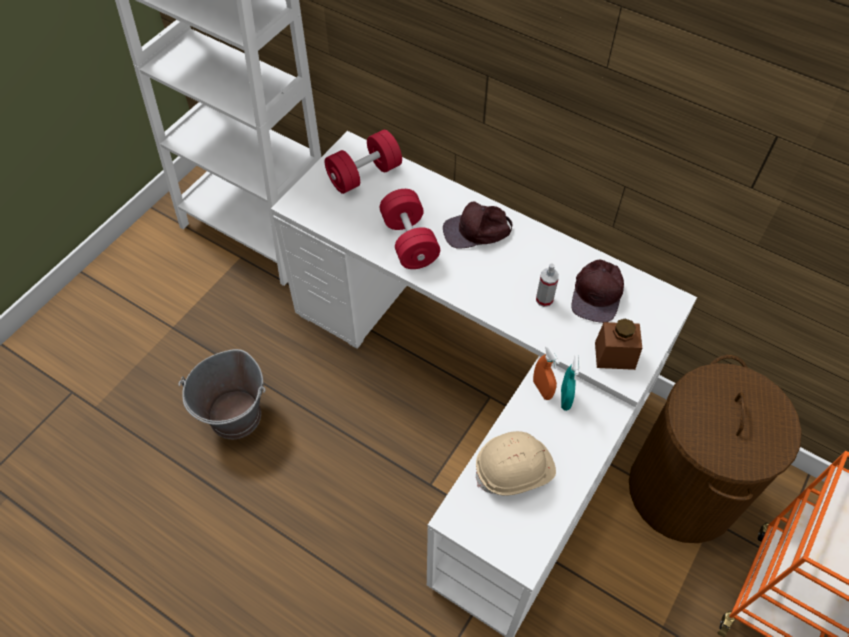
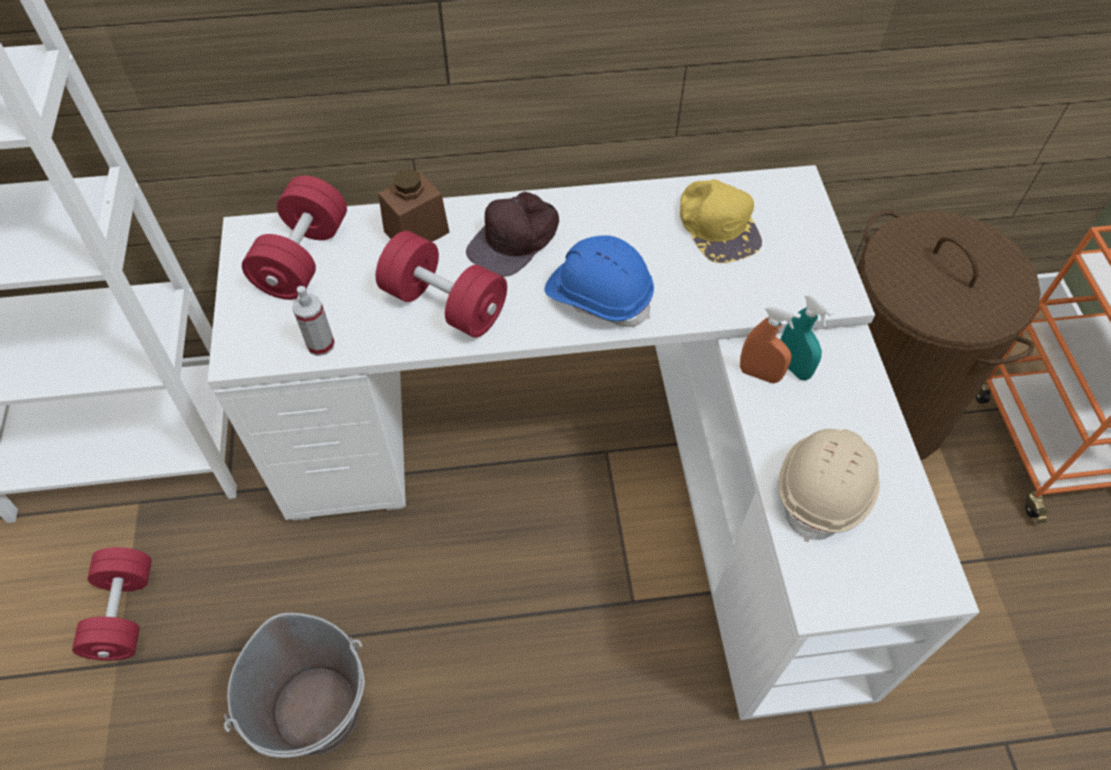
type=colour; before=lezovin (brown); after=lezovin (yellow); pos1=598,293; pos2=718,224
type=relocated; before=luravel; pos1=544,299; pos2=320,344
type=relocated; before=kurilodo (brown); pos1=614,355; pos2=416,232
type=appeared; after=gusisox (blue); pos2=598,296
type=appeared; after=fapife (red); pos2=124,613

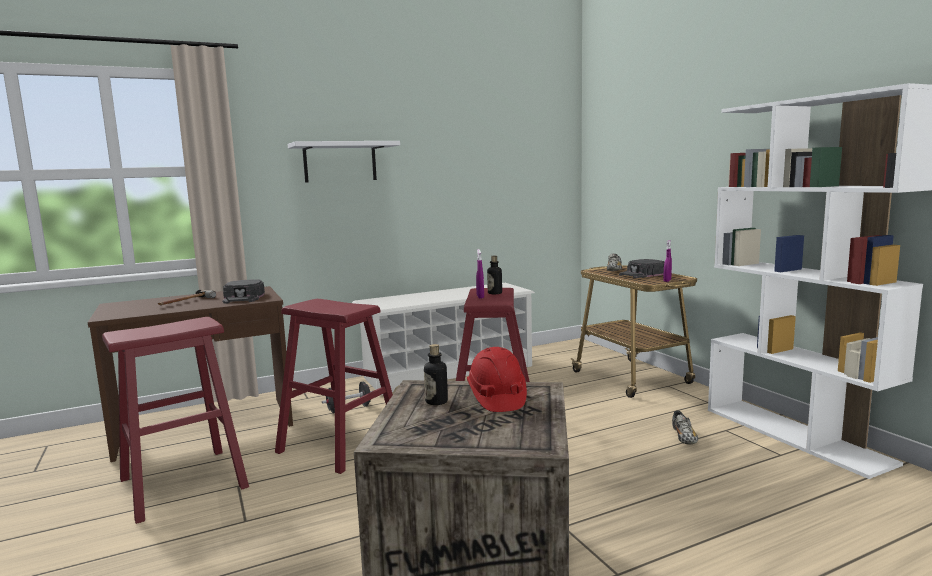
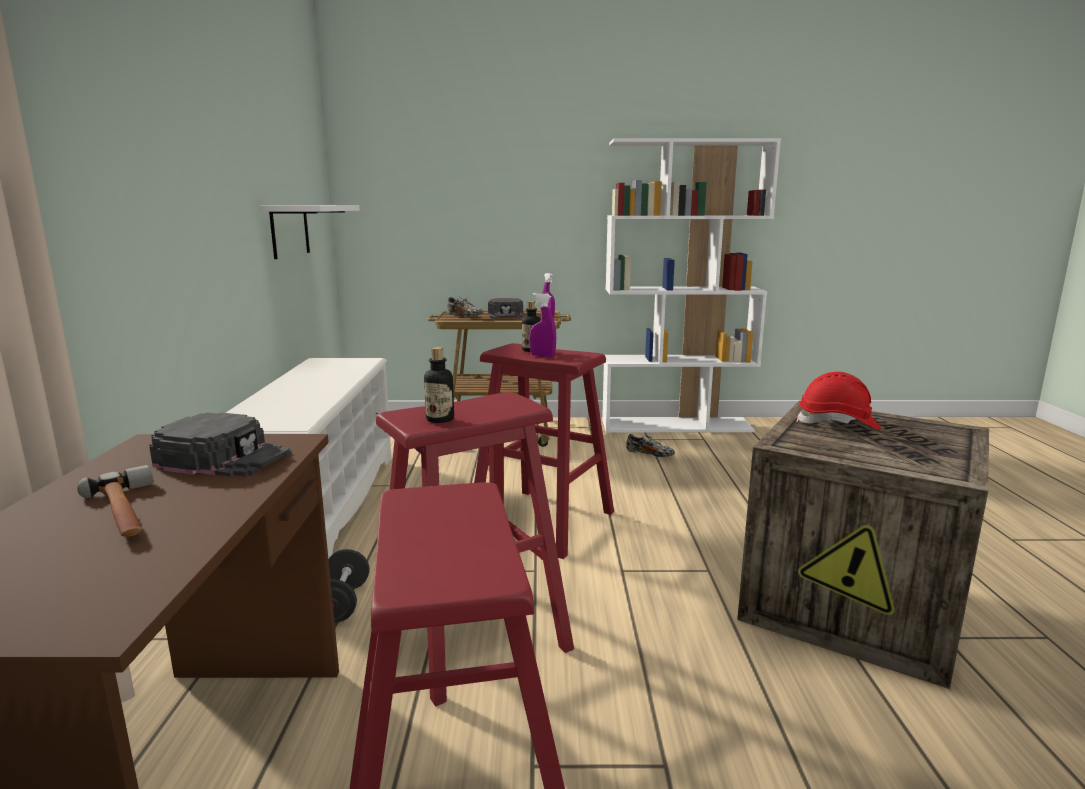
type=relocated; before=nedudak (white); pos1=340,162; pos2=290,230
type=relocated; before=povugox; pos1=436,401; pos2=440,419

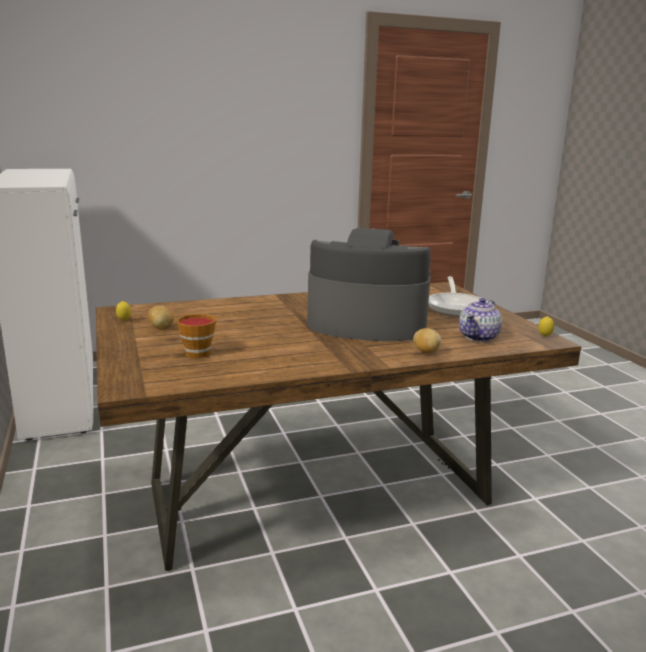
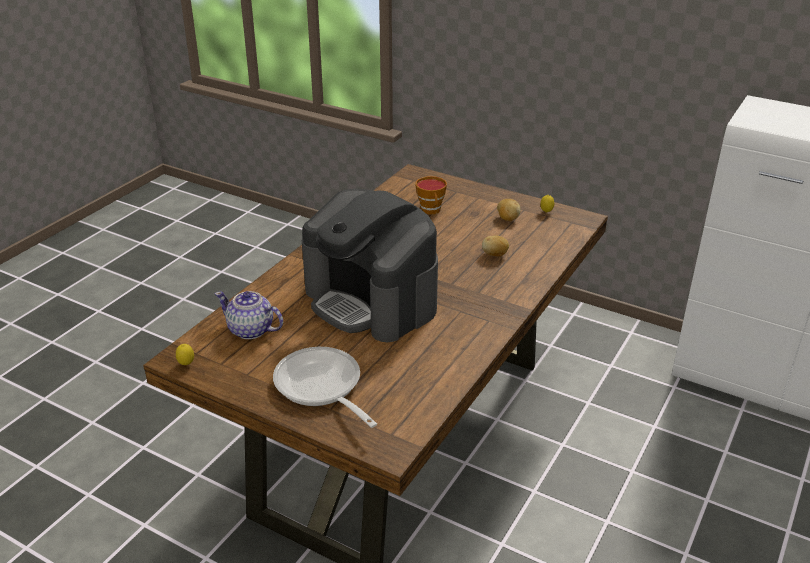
type=spun; before=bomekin; pos1=366,324; pos2=371,301; turn=75
type=spun; before=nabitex; pos1=479,337; pos2=251,330; turn=-60
type=relocated; before=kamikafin; pos1=425,352; pos2=494,255

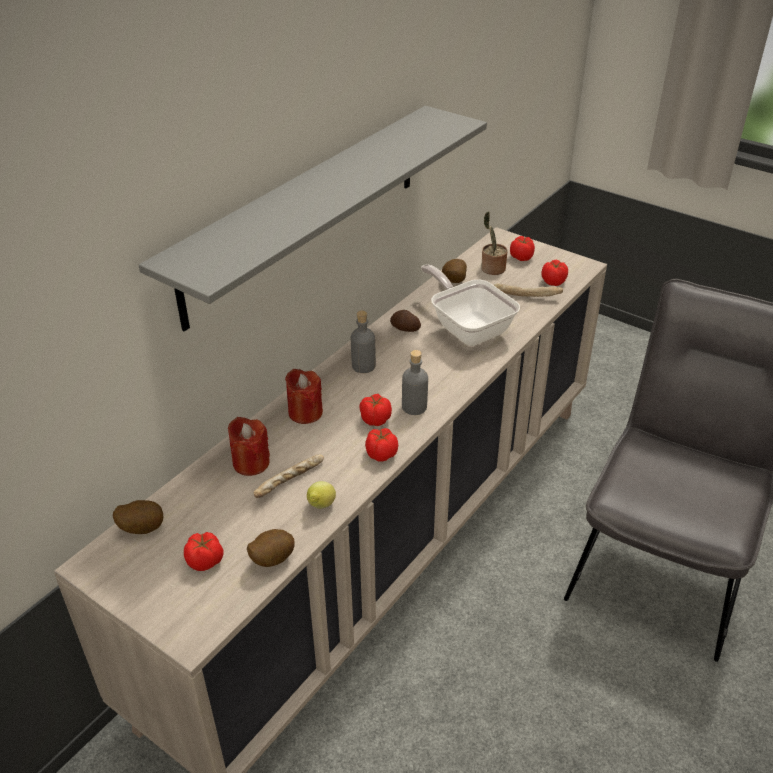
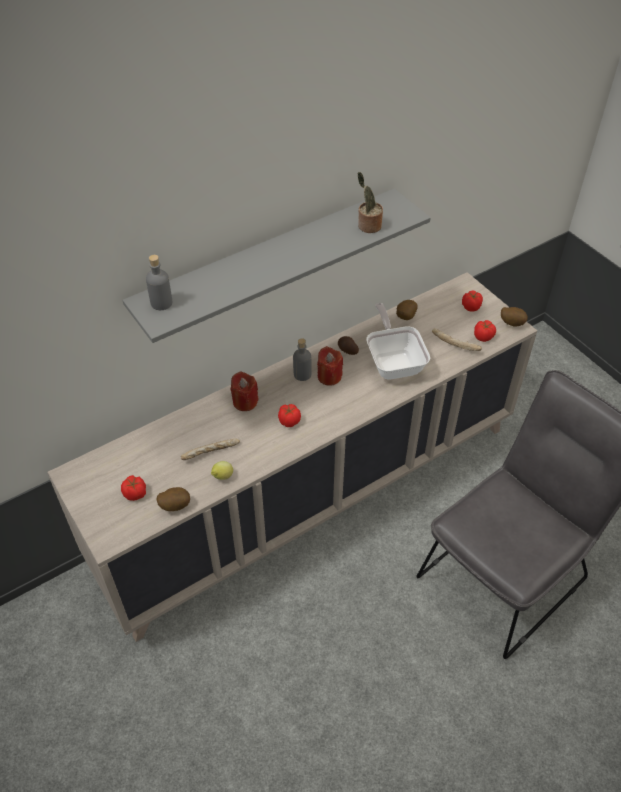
type=relocated; before=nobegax; pos1=491,269; pos2=367,226
type=relocated; before=povugox (grey); pos1=414,407; pos2=161,303
type=relocated; before=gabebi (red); pos1=251,463; pos2=329,376
type=missing; before=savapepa; pos1=381,454
type=relocated; before=kamikafin; pos1=142,528; pos2=511,323

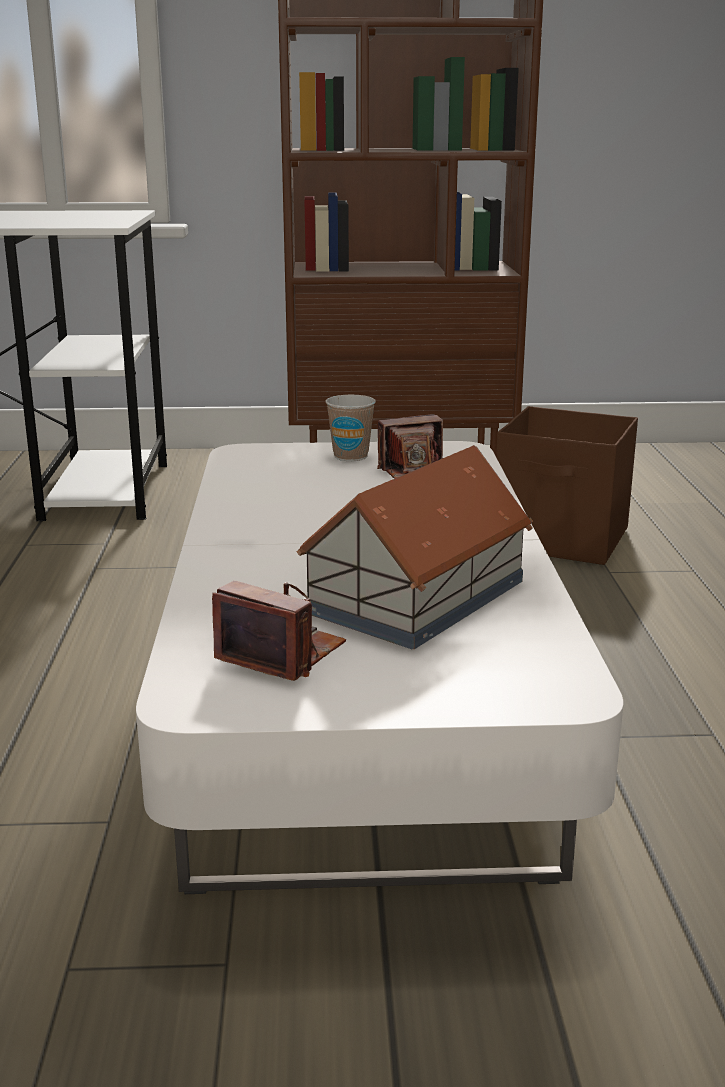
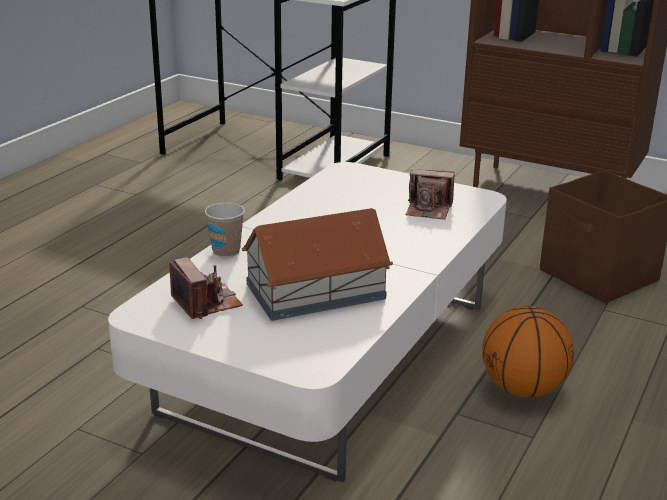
type=relocated; before=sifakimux; pos1=350,456; pos2=226,251
type=appeared; after=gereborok; pos2=523,389

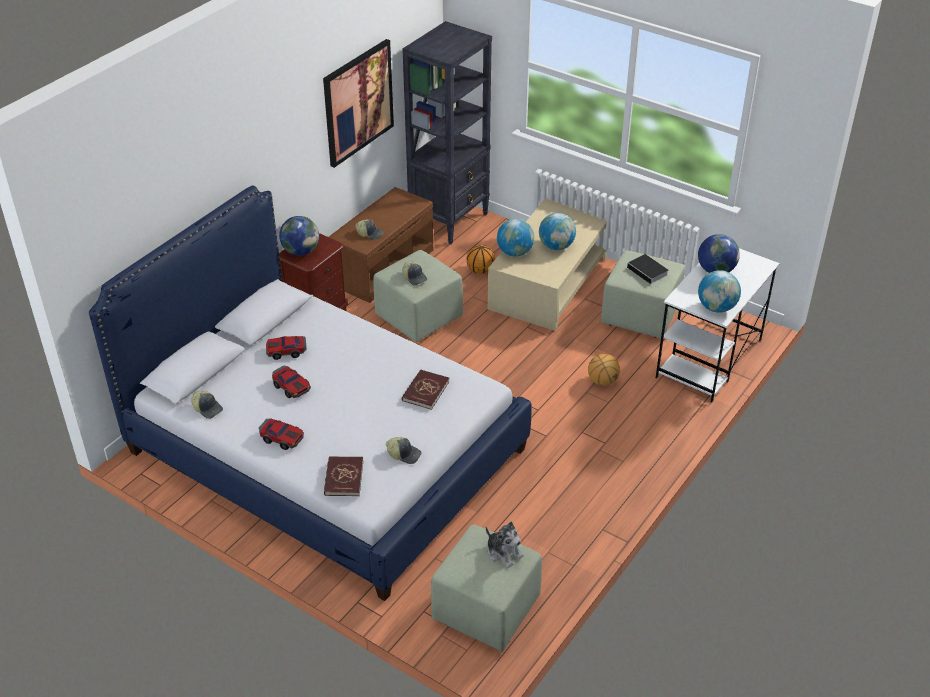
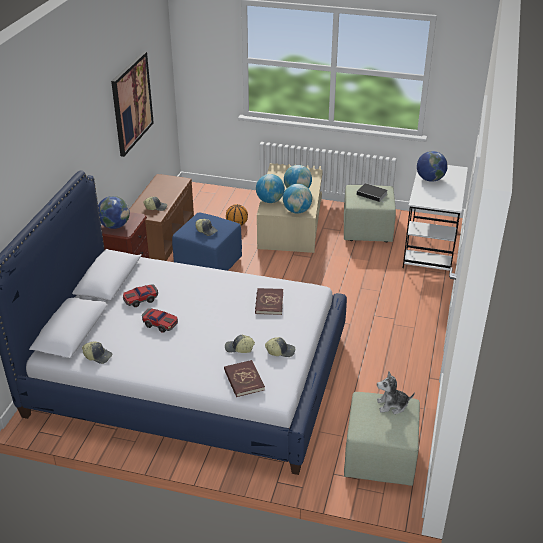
type=missing; before=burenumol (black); pos1=450,220
type=colour; before=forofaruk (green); after=forofaruk (blue); pos1=419,316; pos2=208,264
type=relocated; before=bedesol; pos1=716,308; pos2=297,211
type=missing; before=gereborok; pos1=602,381
type=missing; before=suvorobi; pos1=282,438
type=spun; before=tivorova; pos1=503,552; pos2=392,405; turn=150
type=appeared; after=lezovin; pos2=239,348

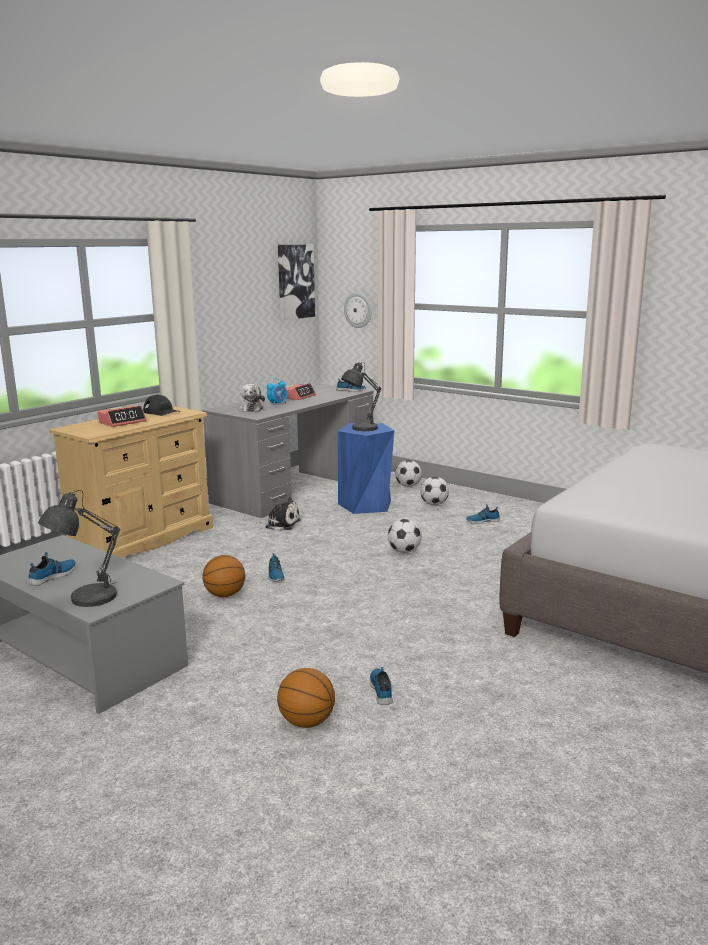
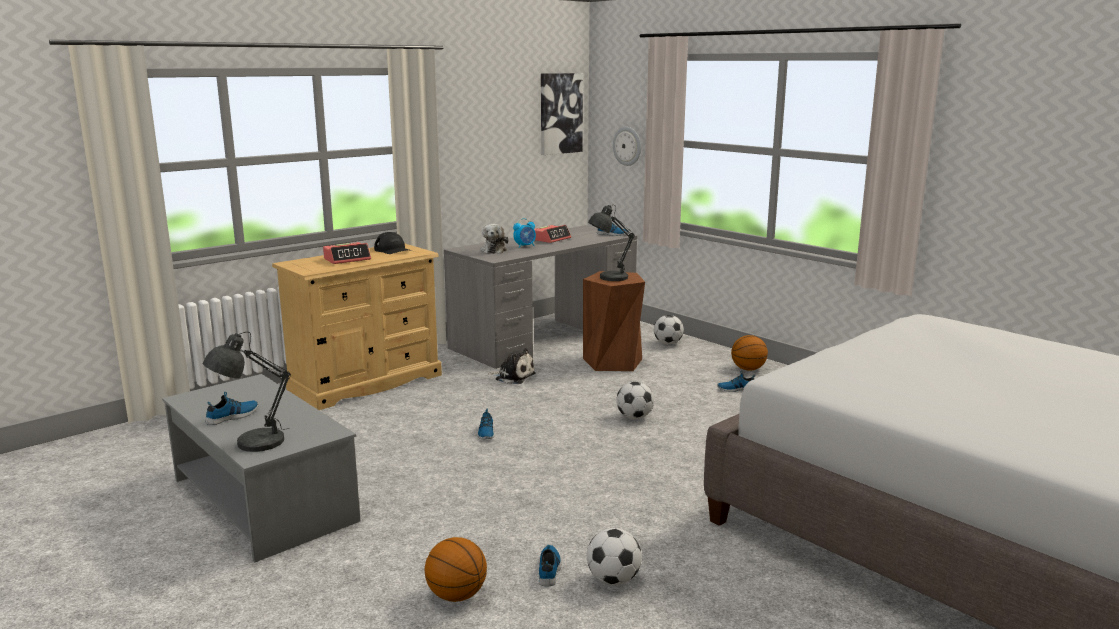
type=colour; before=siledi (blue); after=siledi (brown); pos1=366,505; pos2=613,362
type=relocated; before=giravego; pos1=434,504; pos2=613,580
type=relocated; before=gereborok; pos1=225,595; pos2=748,369

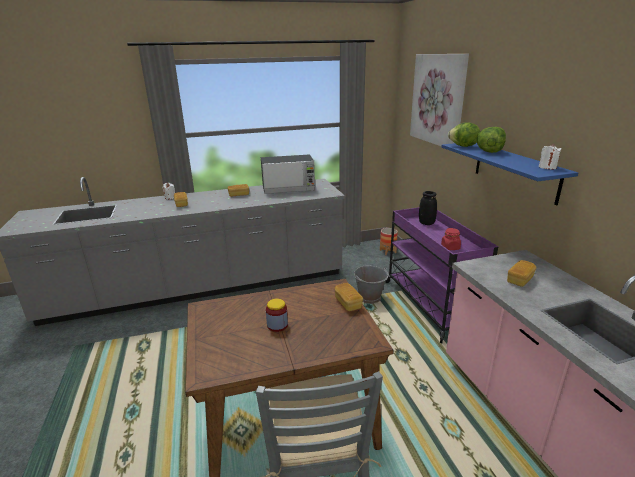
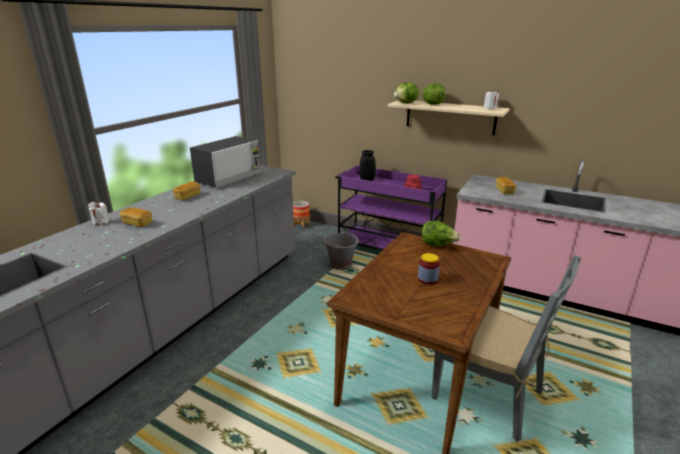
type=missing; before=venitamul; pos1=437,99
type=colour; before=nedudak (blue); after=nedudak (beige); pos1=515,171; pos2=450,117
type=exchanged; before=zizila; after=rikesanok; pos1=348,303; pos2=437,245

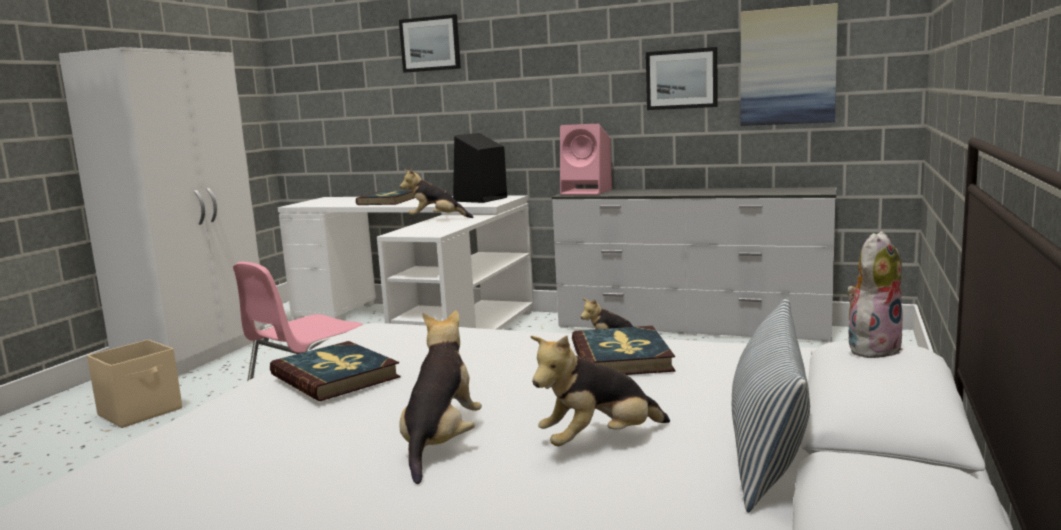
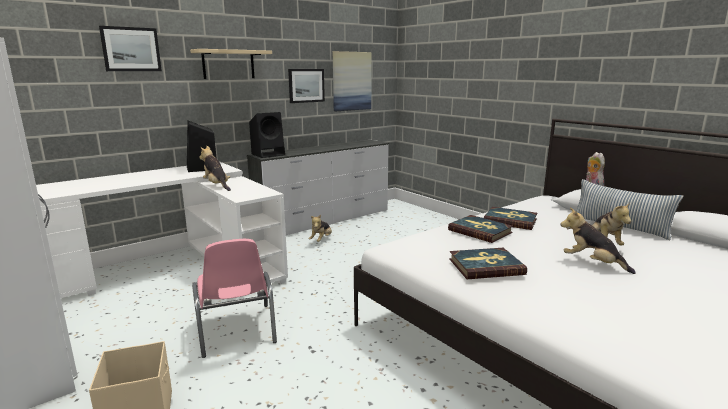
type=colour; before=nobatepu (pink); after=nobatepu (black); pos1=588,192; pos2=269,154
type=spun; before=tivorova; pos1=436,219; pos2=217,185; turn=105
type=relocated; before=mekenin; pos1=387,201; pos2=480,231
type=appeared; after=nedudak (beige); pos2=228,64

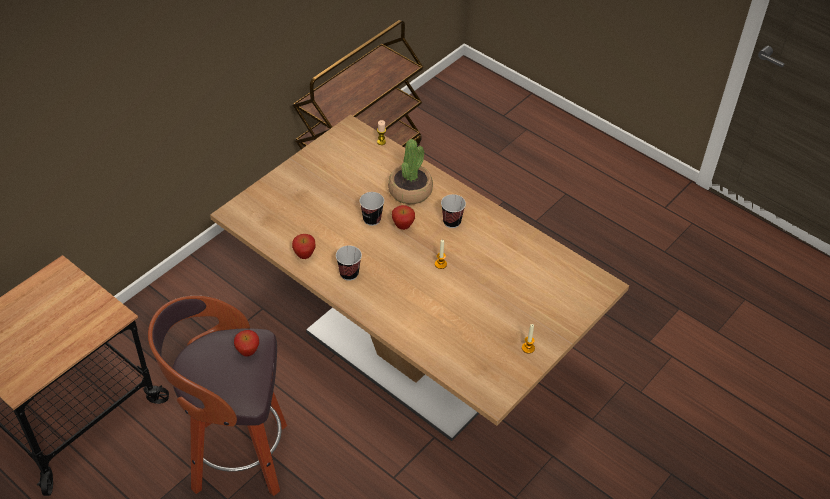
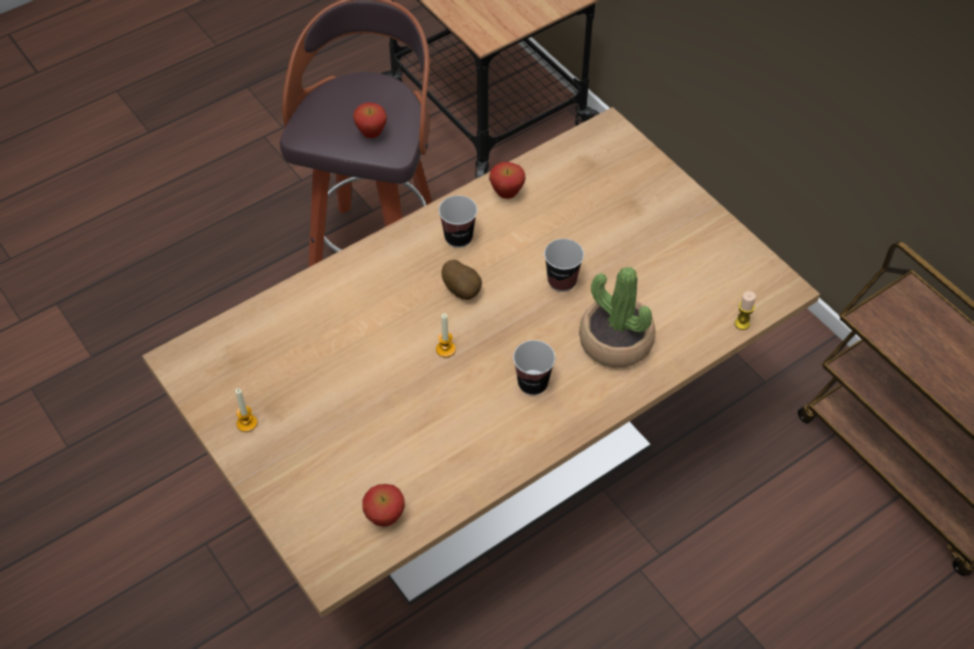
type=relocated; before=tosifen; pos1=403,226; pos2=385,518
type=appeared; after=kamikafin; pos2=463,290

